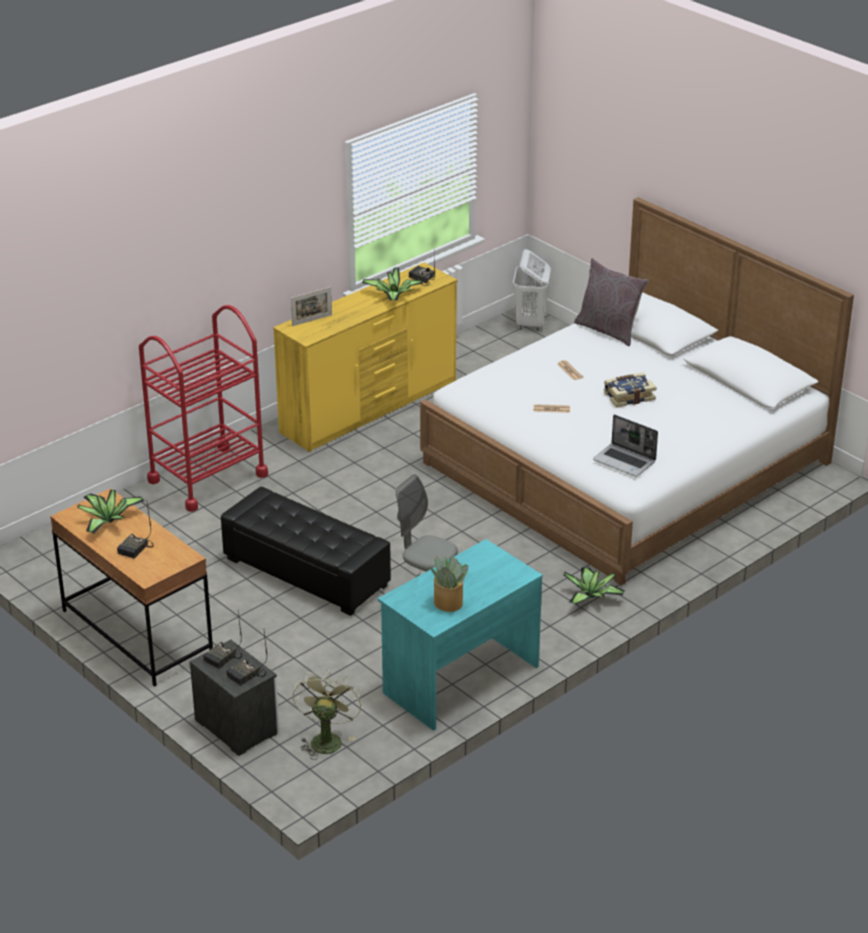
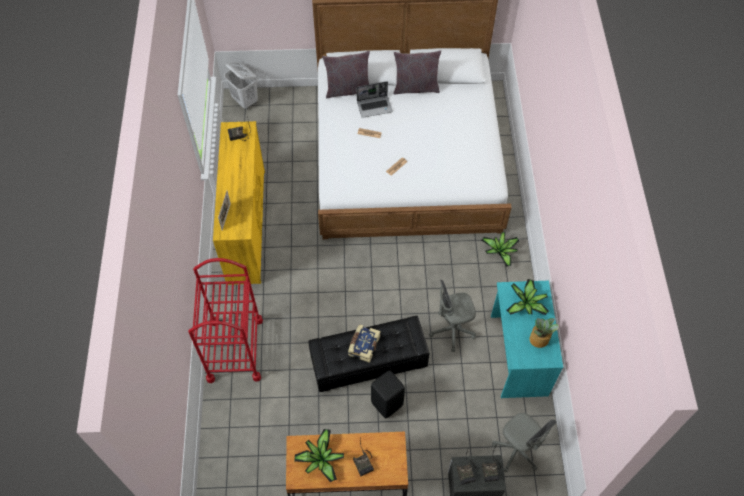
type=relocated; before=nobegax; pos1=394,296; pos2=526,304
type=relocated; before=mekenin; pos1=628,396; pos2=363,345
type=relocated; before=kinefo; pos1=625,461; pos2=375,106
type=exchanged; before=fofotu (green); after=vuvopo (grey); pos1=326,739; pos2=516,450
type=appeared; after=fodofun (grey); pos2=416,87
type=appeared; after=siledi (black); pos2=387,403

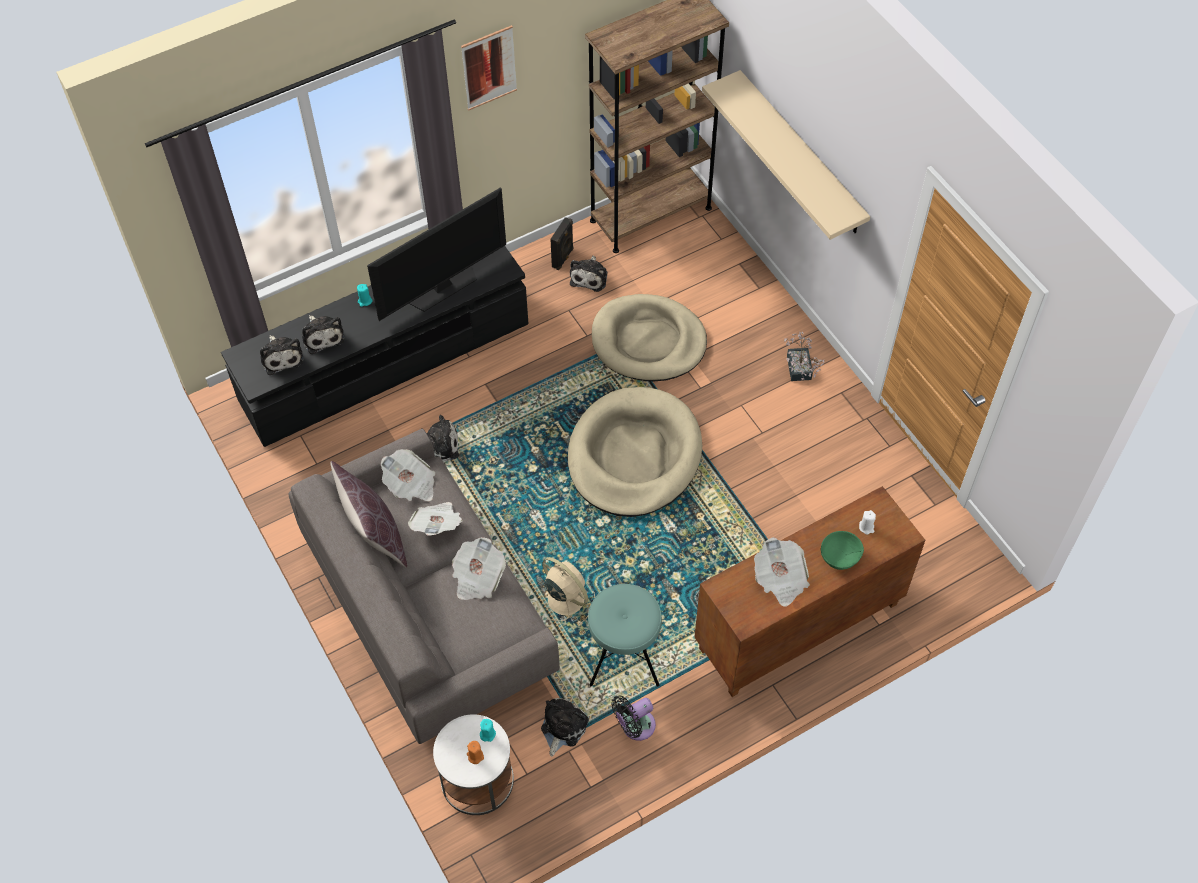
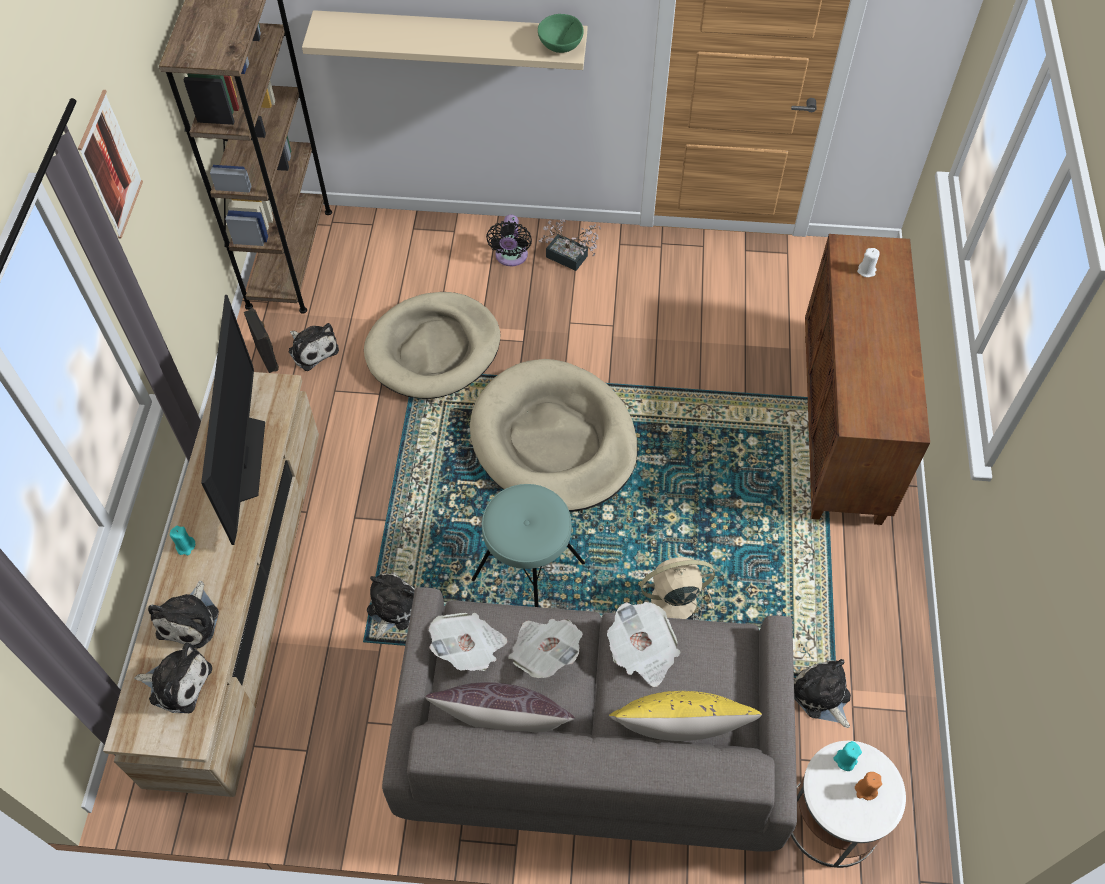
type=colour; before=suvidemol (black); after=suvidemol (beige); pos1=385,362; pos2=238,597
type=spun; before=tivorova; pos1=322,336; pos2=190,619; turn=90
type=relocated; before=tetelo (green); pos1=840,557; pos2=560,45
type=missing; before=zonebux; pos1=780,579
type=relocated; before=siledi (turquoise); pos1=624,654; pos2=528,571
type=relocated; before=fofotu (black); pos1=635,726; pos2=511,257
type=appeared; after=fodofun (yellow); pos2=676,735

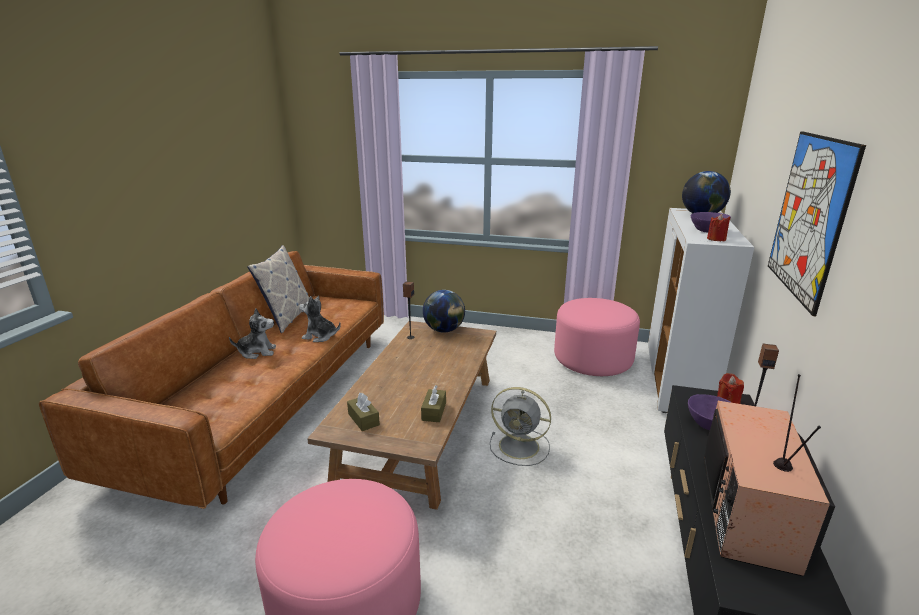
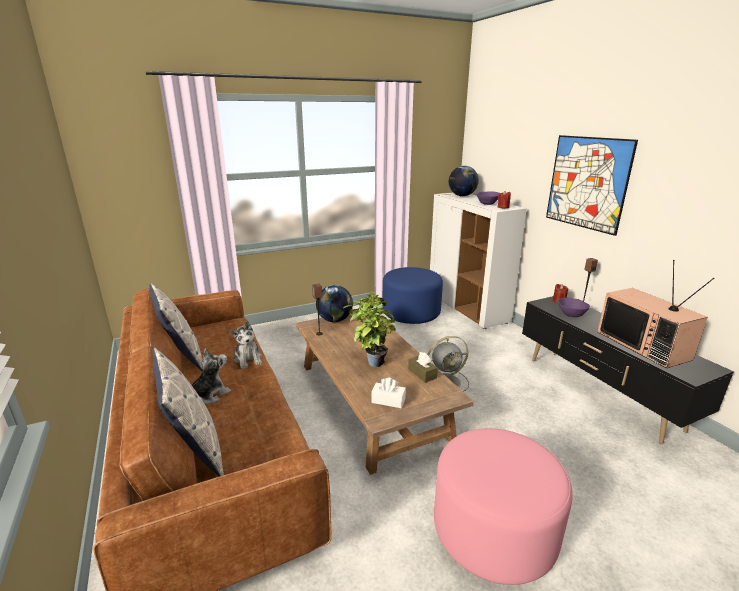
type=spun; before=tivorova; pos1=320,336; pos2=248,359; turn=-90
type=colour; before=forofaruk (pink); after=forofaruk (blue); pos1=593,359; pos2=411,313
type=colour; before=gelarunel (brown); after=gelarunel (white); pos1=363,419; pos2=388,400
type=appeared; after=nobegax; pos2=372,361
type=appeared; after=fodofun; pos2=195,450

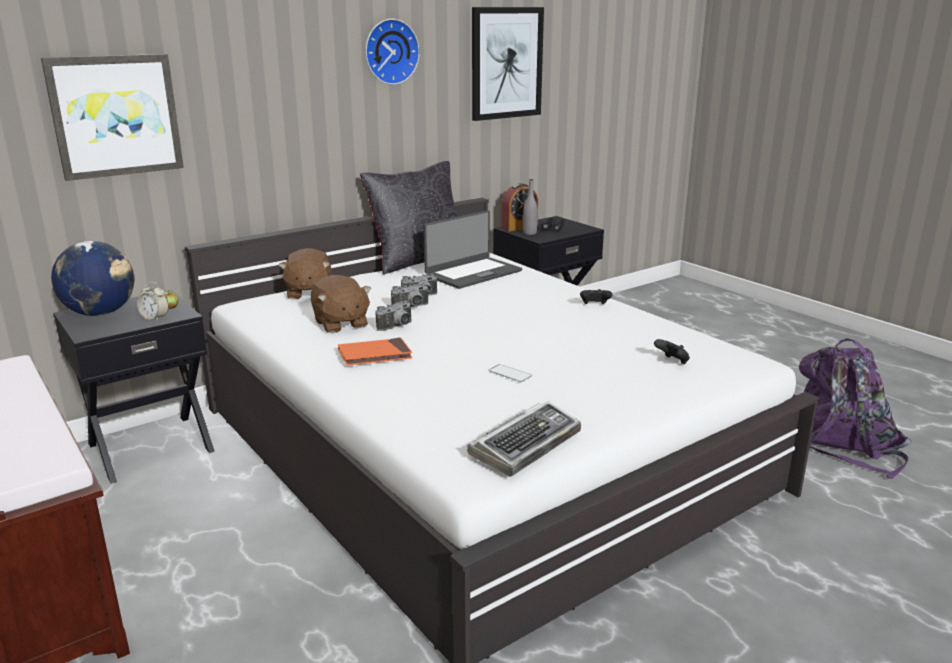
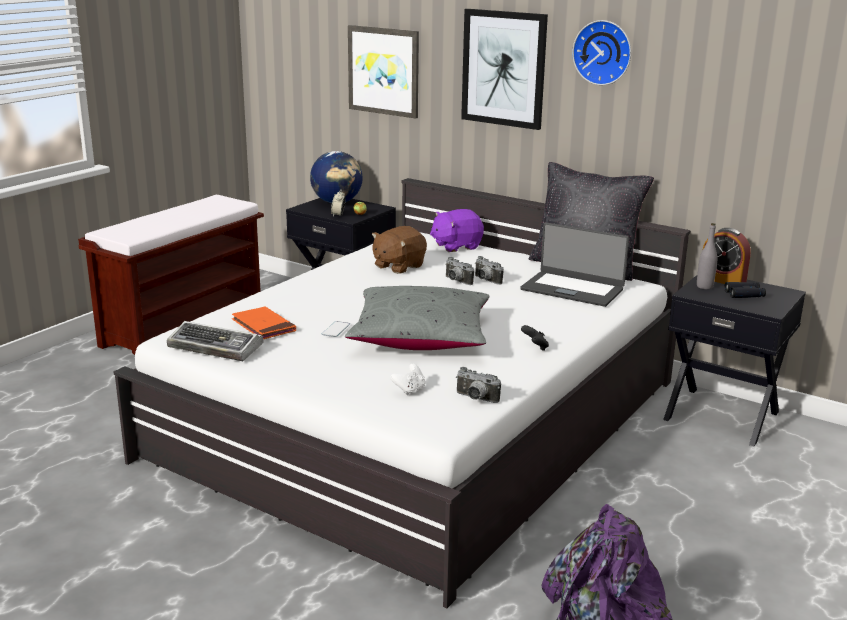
type=relocated; before=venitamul; pos1=506,63; pos2=504,68
type=colour; before=tivorova (brown); after=tivorova (purple); pos1=308,293; pos2=456,246
type=relocated; before=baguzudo; pos1=397,327; pos2=475,399
type=relocated; before=mekenin (orange); pos1=375,355; pos2=263,326
type=colour; before=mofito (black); after=mofito (white); pos1=672,362; pos2=409,390
type=appeared; after=fodofun (grey); pos2=420,337

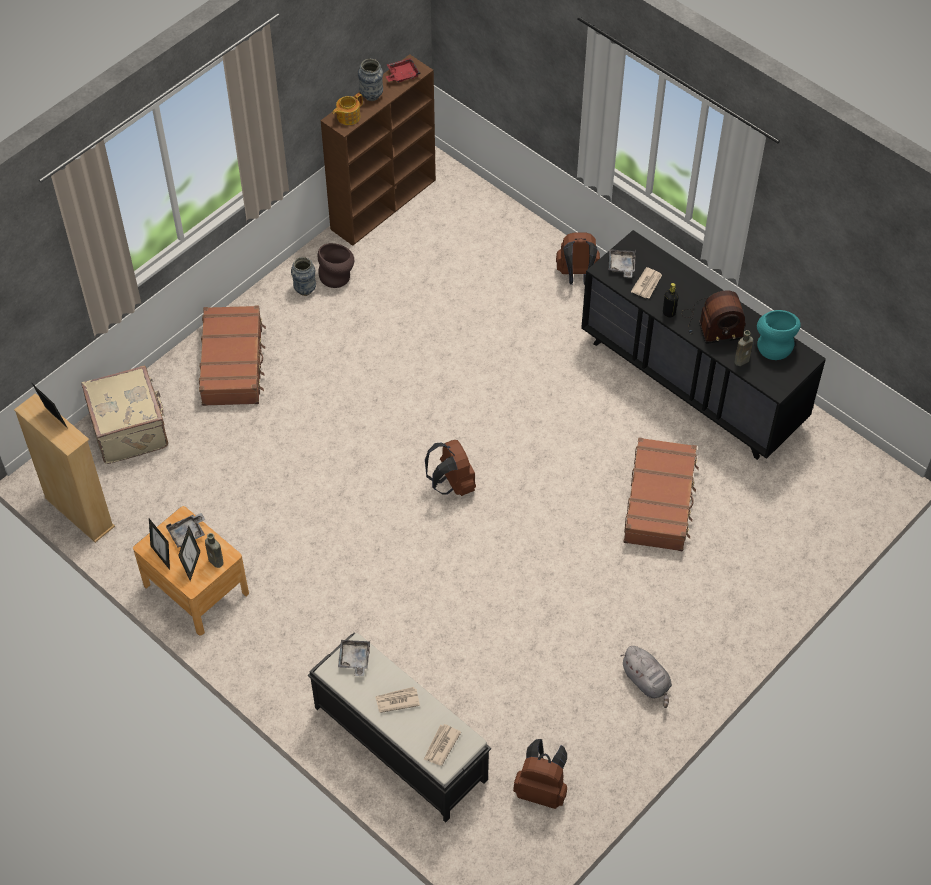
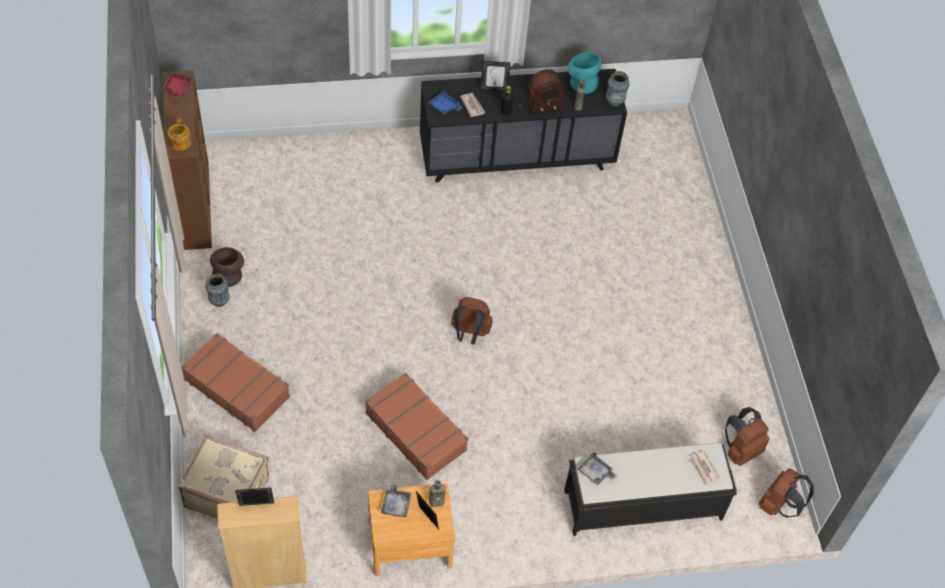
type=relocated; before=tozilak; pos1=371,96; pos2=614,101
type=relocated; before=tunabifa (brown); pos1=577,275; pos2=778,505
type=colour; before=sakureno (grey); after=sakureno (blue); pos1=621,266; pos2=444,107
type=spun; before=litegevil; pos1=711,324; pos2=536,99; turn=45
type=relocated; before=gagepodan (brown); pos1=660,501; pos2=416,431
type=relocated; before=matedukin; pos1=162,556; pos2=494,88
type=missing; before=tivorova (grey); pos1=647,682
type=missing; before=zonebux; pos1=397,700

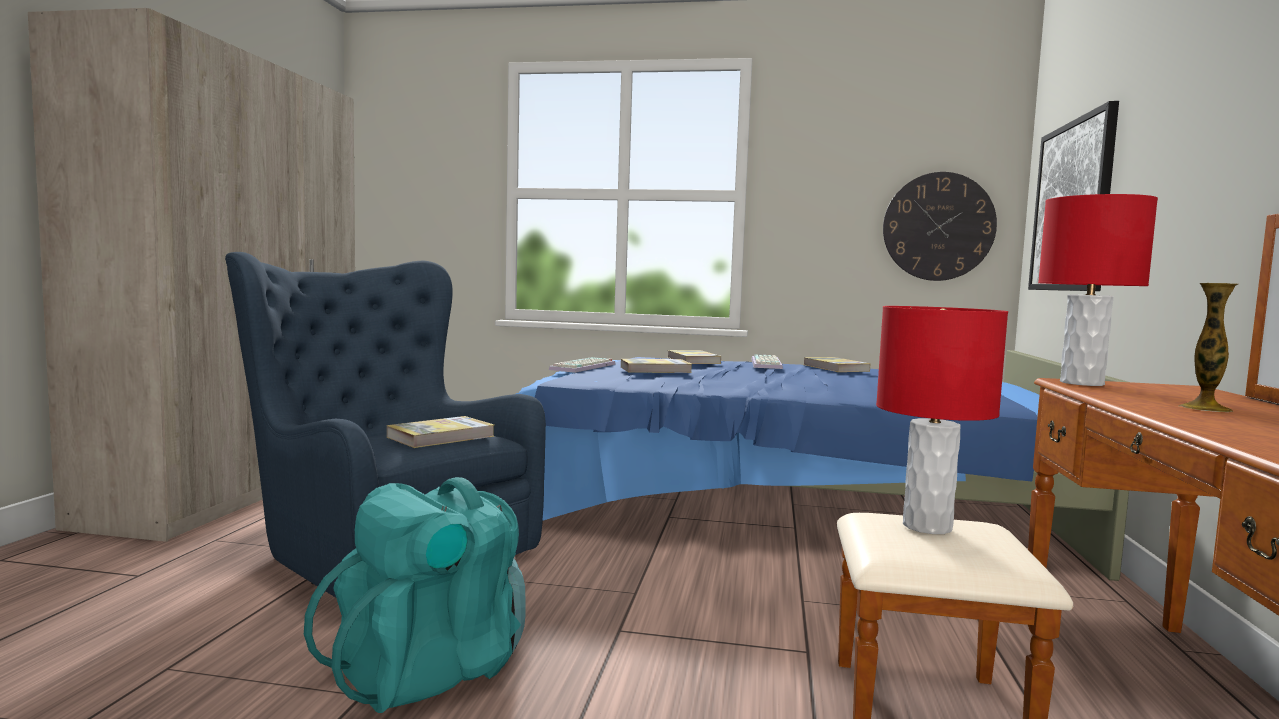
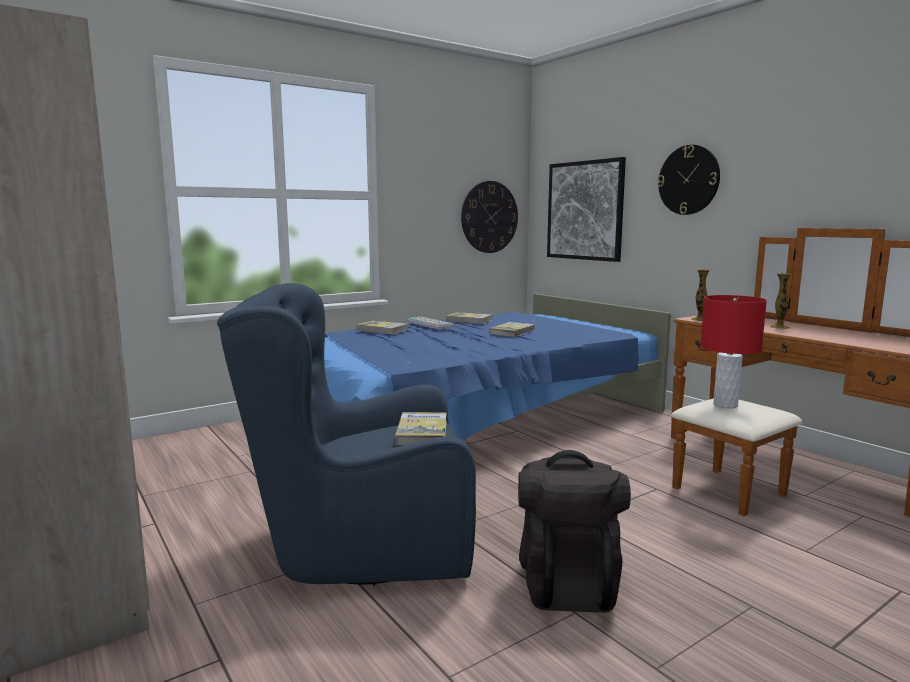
type=exchanged; before=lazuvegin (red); after=tozilak; pos1=1081,383; pos2=700,319
type=missing; before=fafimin; pos1=584,367
type=relocated; before=mekenin; pos1=655,369; pos2=512,332
type=colour; before=tunabifa (turquoise); after=tunabifa (black); pos1=431,669; pos2=567,582
type=appeared; after=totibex; pos2=688,180

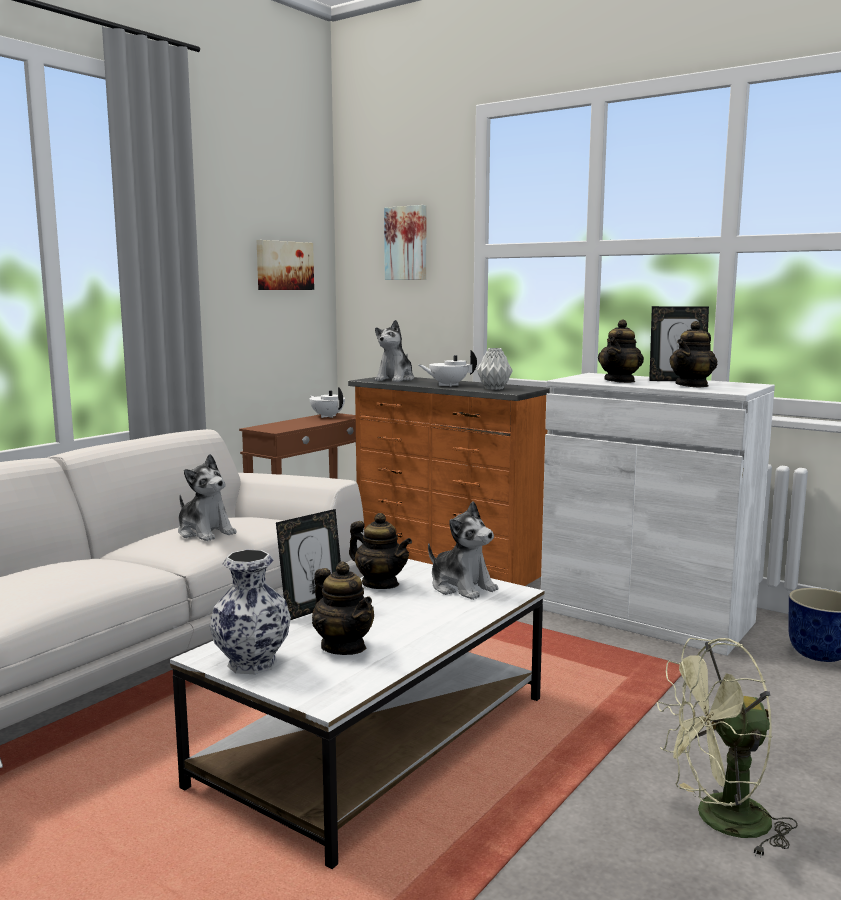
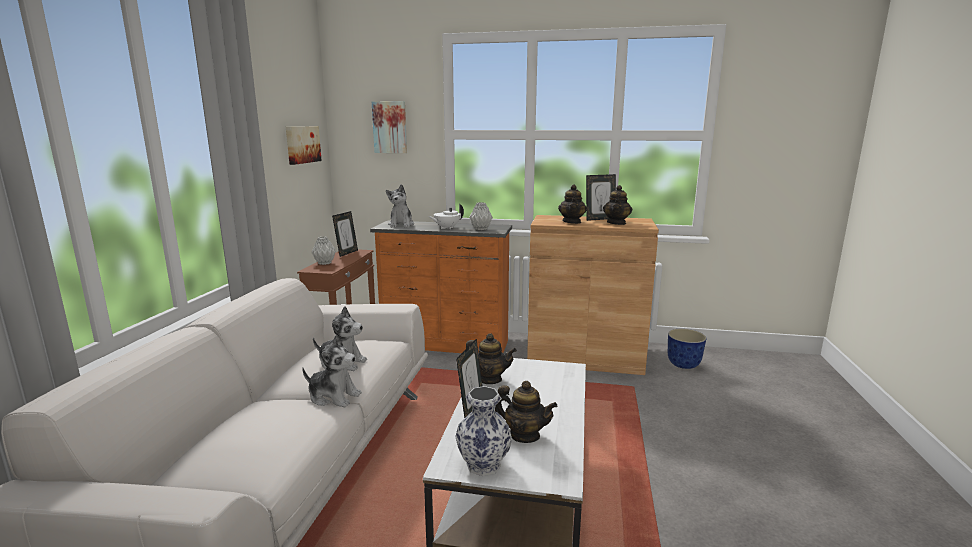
type=colour; before=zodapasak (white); after=zodapasak (brown); pos1=645,616; pos2=585,358
type=exchanged; before=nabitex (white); after=matedukin; pos1=327,416; pos2=347,253
type=relocated; before=tivorova; pos1=462,587; pos2=333,396
type=missing; before=fofotu (green); pos1=719,821
type=appeared; after=tozilak (grey); pos2=324,263

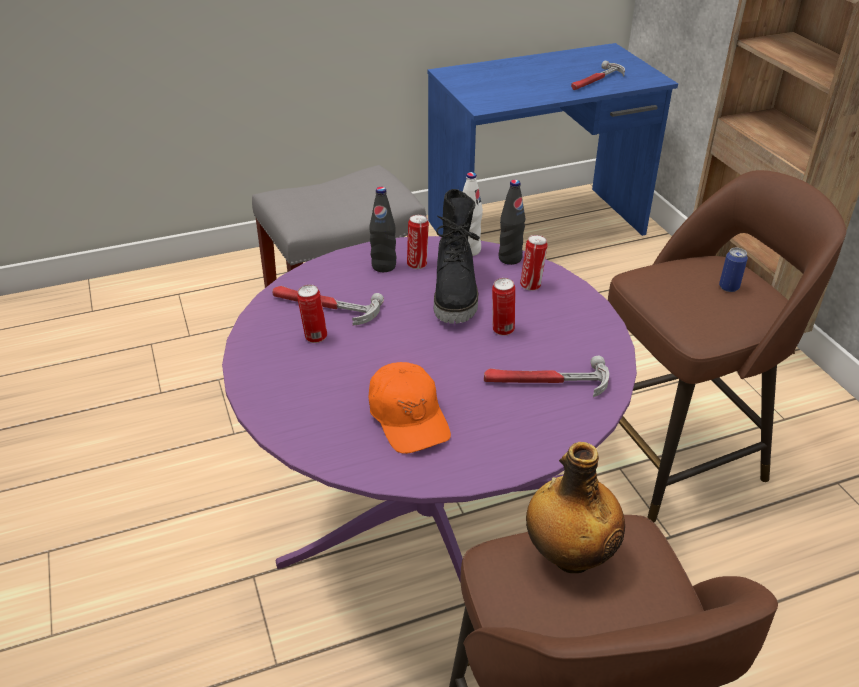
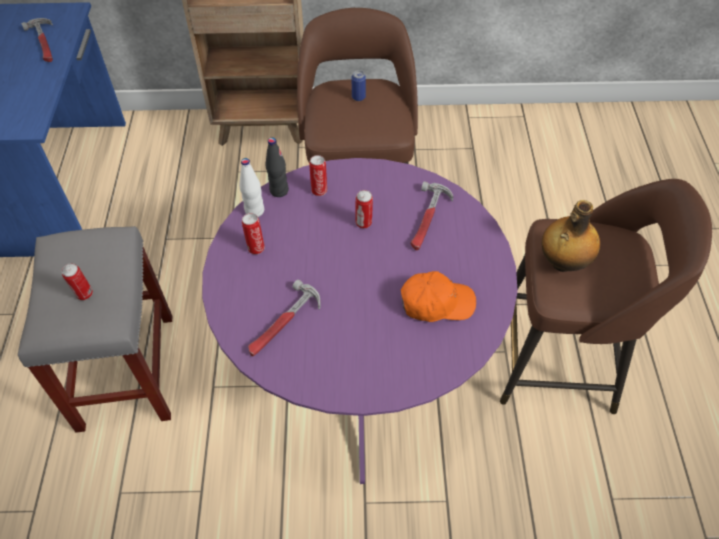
type=missing; before=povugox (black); pos1=383,266
type=missing; before=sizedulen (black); pos1=456,294
type=relocated; before=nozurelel; pos1=314,337; pos2=84,294

